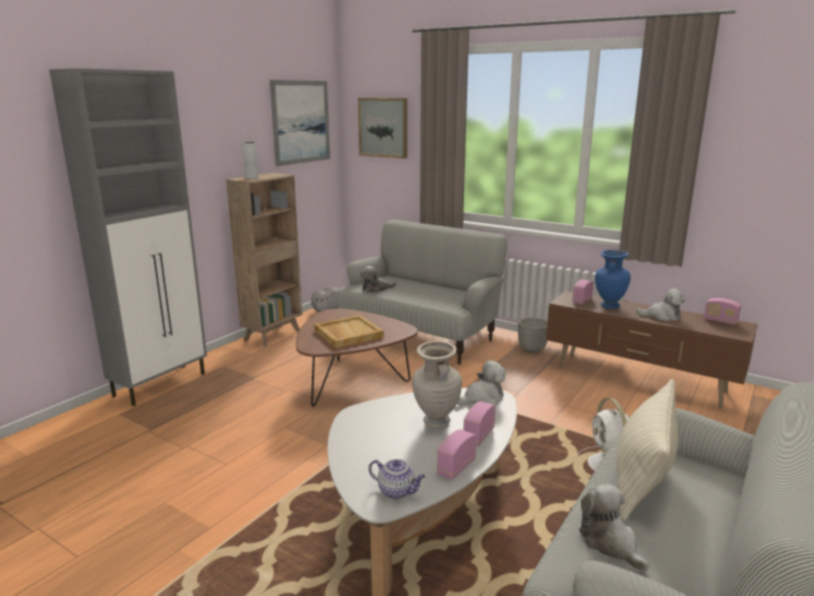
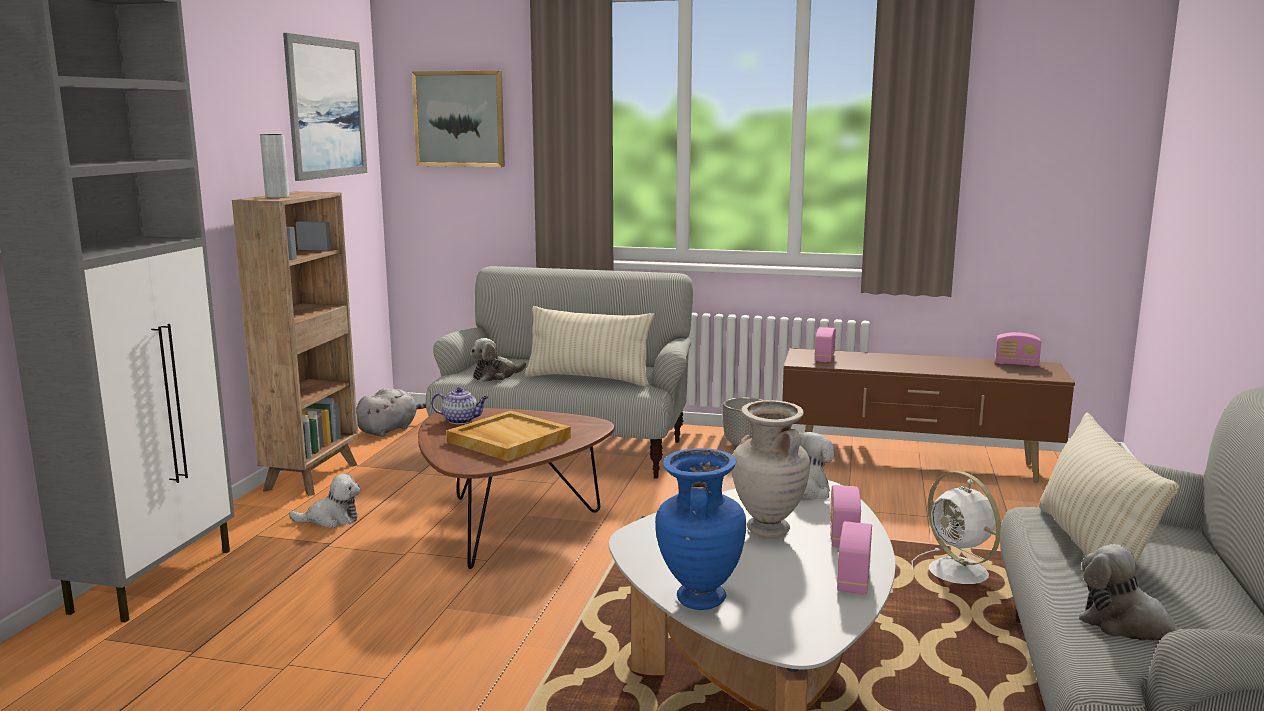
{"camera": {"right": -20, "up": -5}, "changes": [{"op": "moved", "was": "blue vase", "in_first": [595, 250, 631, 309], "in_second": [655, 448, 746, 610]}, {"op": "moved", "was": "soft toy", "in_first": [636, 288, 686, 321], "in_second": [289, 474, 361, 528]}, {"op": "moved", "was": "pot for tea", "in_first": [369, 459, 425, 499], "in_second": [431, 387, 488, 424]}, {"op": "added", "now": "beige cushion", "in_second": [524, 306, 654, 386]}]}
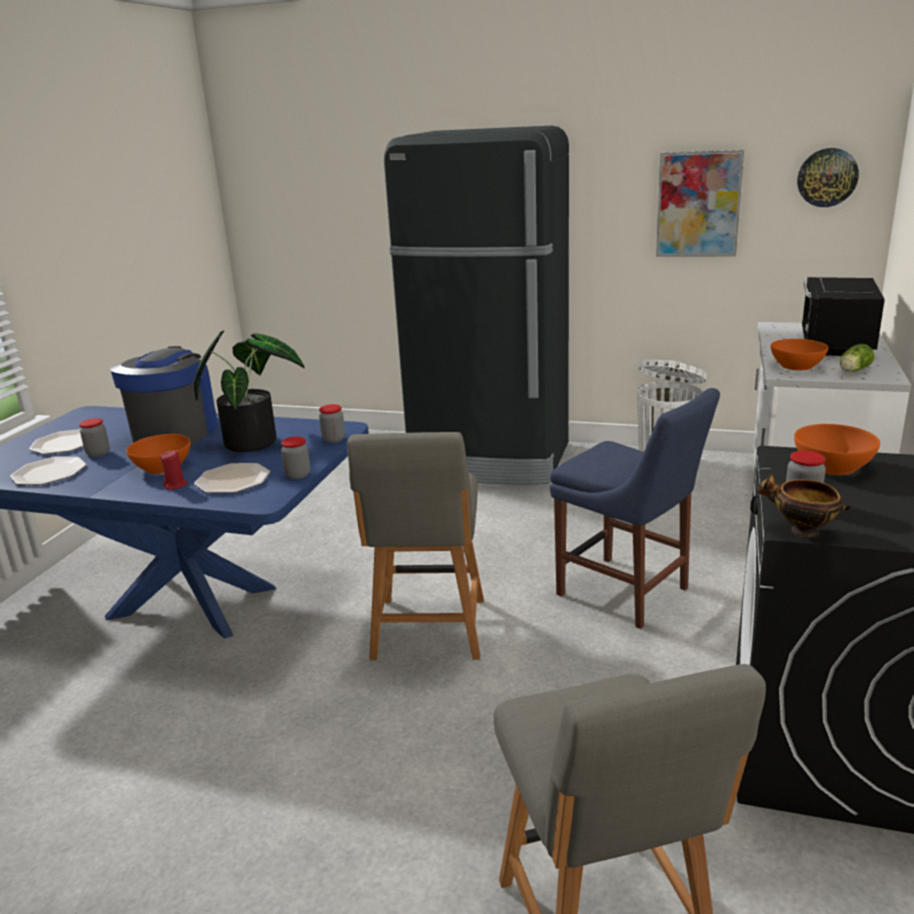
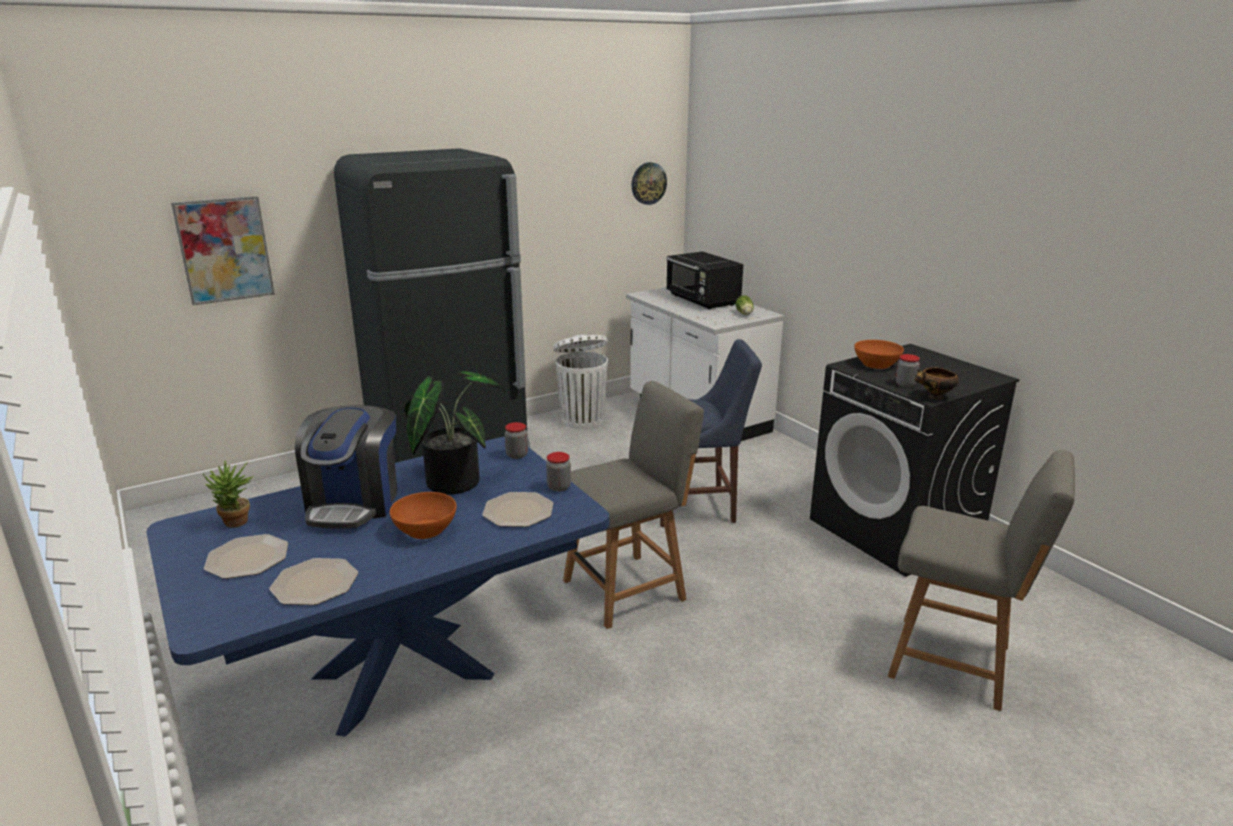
{"camera": {"right": -50, "up": 0}, "changes": [{"op": "moved", "was": "wall art", "in_first": [656, 150, 744, 256], "in_second": [171, 196, 275, 305]}, {"op": "removed", "was": "orange serving bowl", "in_first": [771, 339, 828, 371]}, {"op": "turned", "was": "coffee maker", "in_first": [110, 346, 218, 445], "in_second": [295, 405, 397, 529], "clockwise": -135}, {"op": "removed", "was": "storage jar", "in_first": [79, 418, 110, 457]}, {"op": "turned", "was": "greyish chair", "in_first": [347, 432, 484, 660], "in_second": [563, 381, 704, 629], "clockwise": -75}, {"op": "removed", "was": "reddish wax candle", "in_first": [160, 450, 188, 490]}, {"op": "added", "now": "plant in a pot", "in_second": [203, 460, 254, 528]}]}
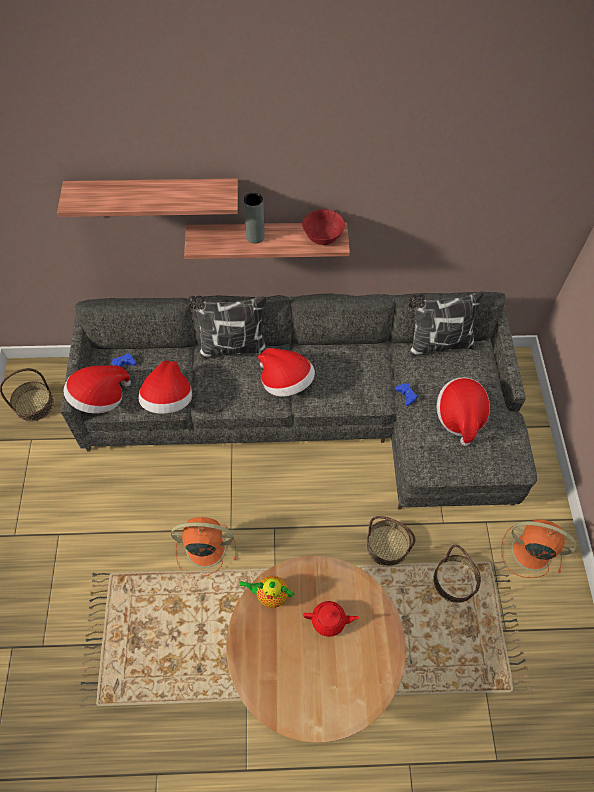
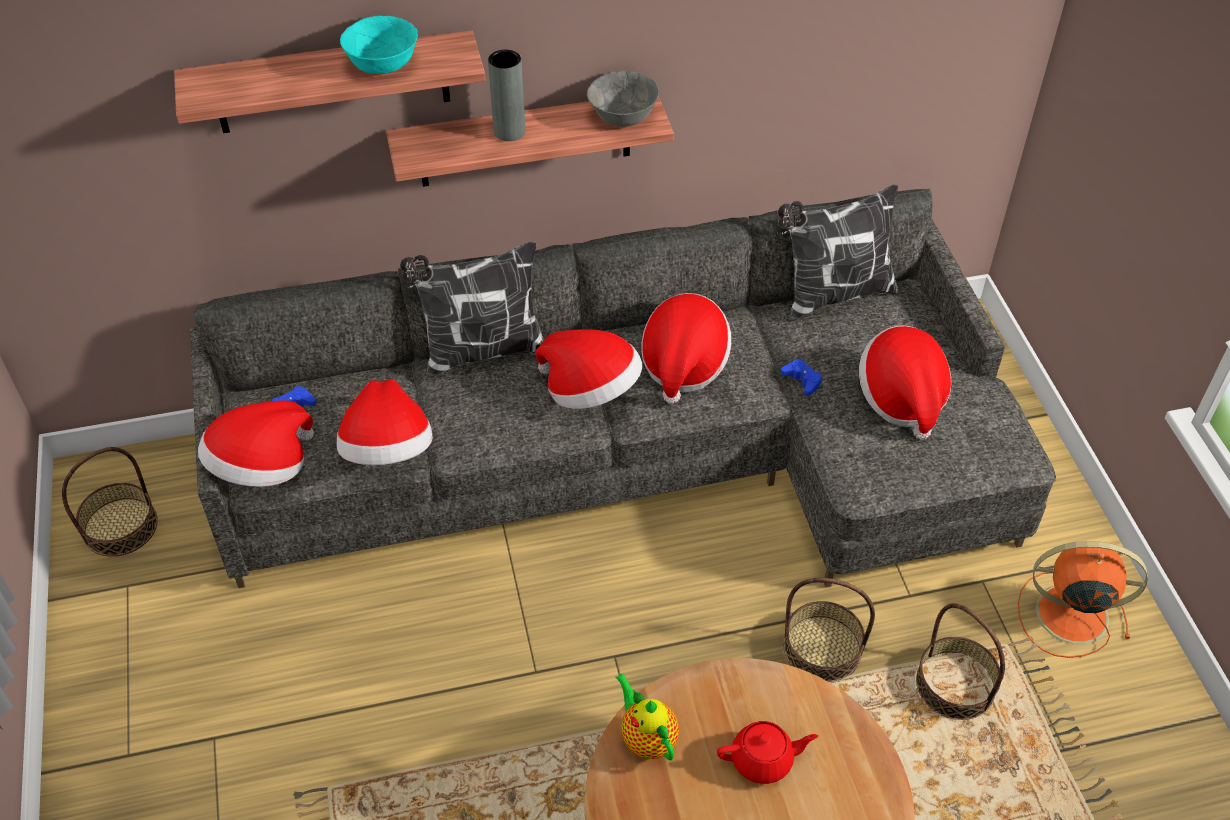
{"camera": {"right": -10, "up": -10}, "changes": [{"op": "recoloured", "was": "reddish serving bowl", "now": "greyish serving bowl", "in_first": [302, 209, 345, 245], "in_second": [587, 71, 659, 127]}, {"op": "removed", "was": "orange electric fan", "in_first": [171, 517, 236, 577]}, {"op": "turned", "was": "pot for tea", "in_first": [240, 576, 295, 608], "in_second": [616, 673, 679, 760], "clockwise": 60}, {"op": "added", "now": "turquoise serving bowl", "in_second": [340, 16, 418, 74]}, {"op": "added", "now": "wearable hat", "in_second": [641, 293, 731, 404]}]}
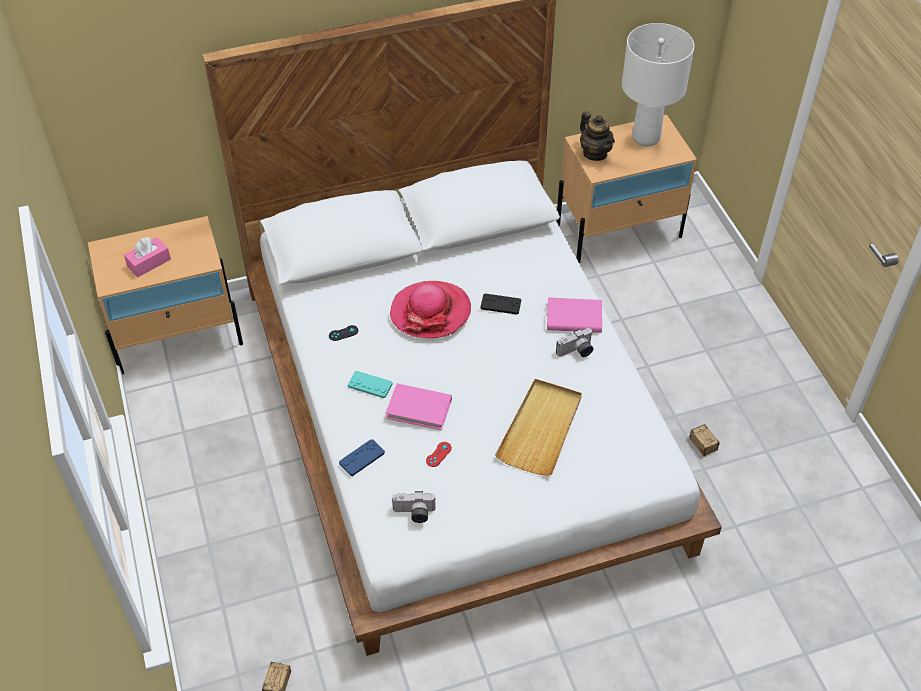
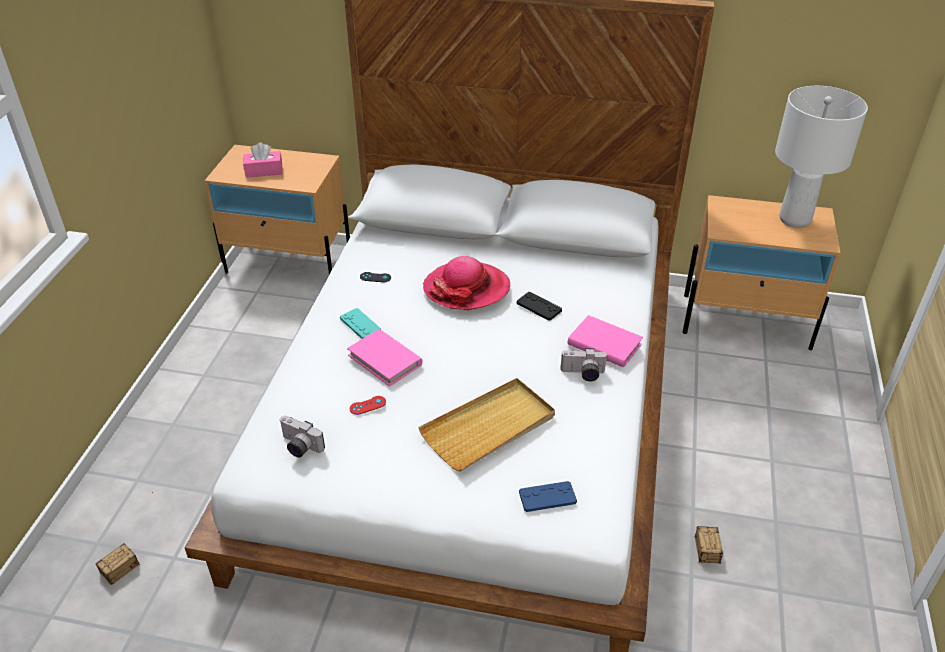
{"camera": {"right": 30, "up": -10}, "changes": [{"op": "removed", "was": "pot for tea", "in_first": [580, 111, 615, 161]}, {"op": "moved", "was": "blue joypad", "in_first": [339, 439, 385, 476], "in_second": [519, 481, 577, 512]}]}
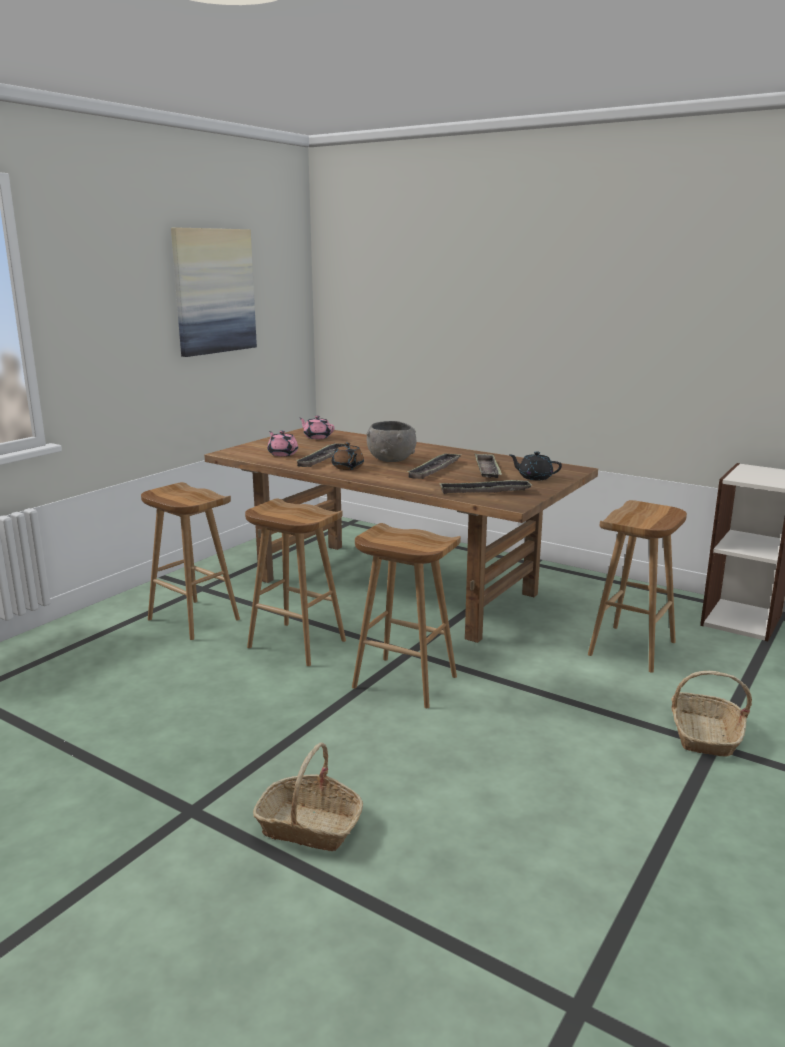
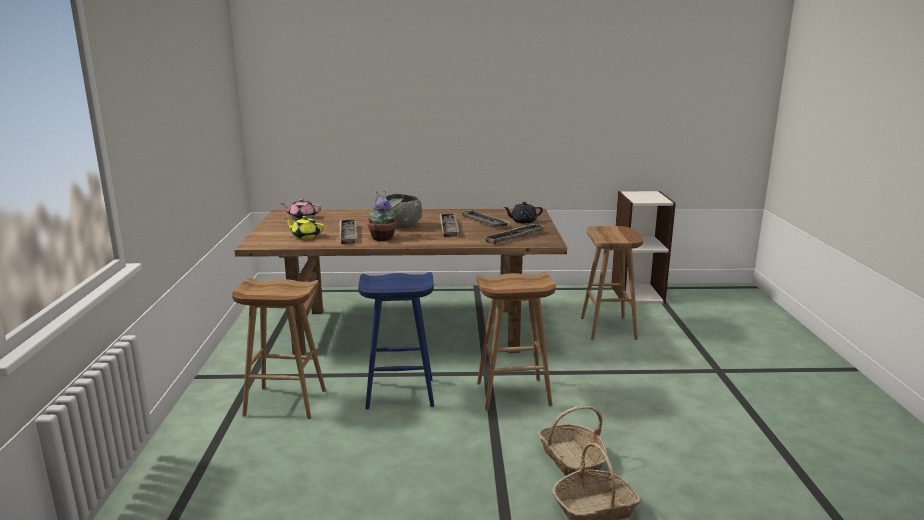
{"camera": {"right": -35, "up": 0}, "changes": [{"op": "removed", "was": "wall art", "in_first": [171, 228, 257, 357]}, {"op": "recoloured", "was": "pink pot for tea", "now": "yellow pot for tea", "in_first": [267, 431, 298, 456], "in_second": [285, 216, 324, 239]}, {"op": "replaced", "was": "brown pot for tea", "now": "plant in a pot", "in_first": [332, 442, 364, 470], "in_second": [367, 191, 404, 241]}, {"op": "recoloured", "was": "brown stool seat", "now": "blue stool seat", "in_first": [245, 498, 346, 666], "in_second": [358, 272, 434, 410]}, {"op": "moved", "was": "storage basket", "in_first": [671, 671, 752, 757], "in_second": [538, 406, 608, 476]}]}
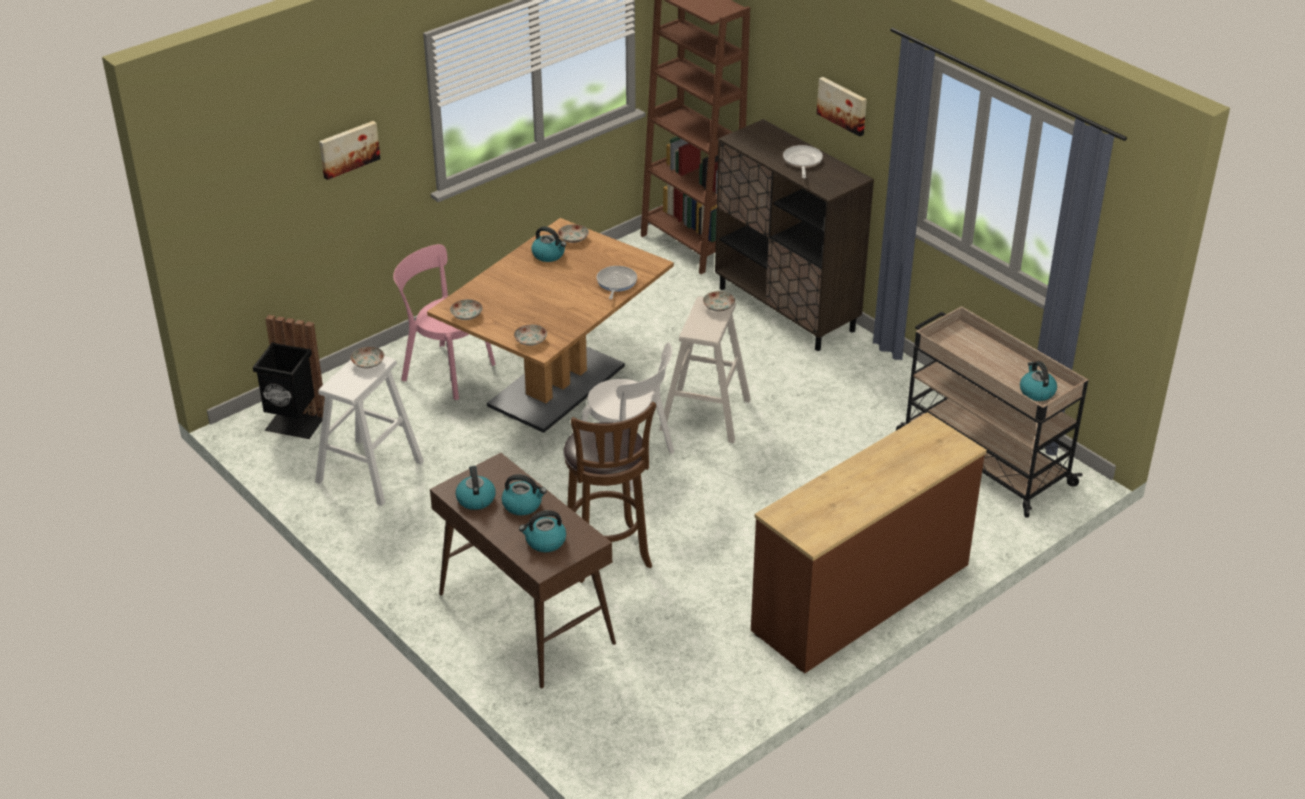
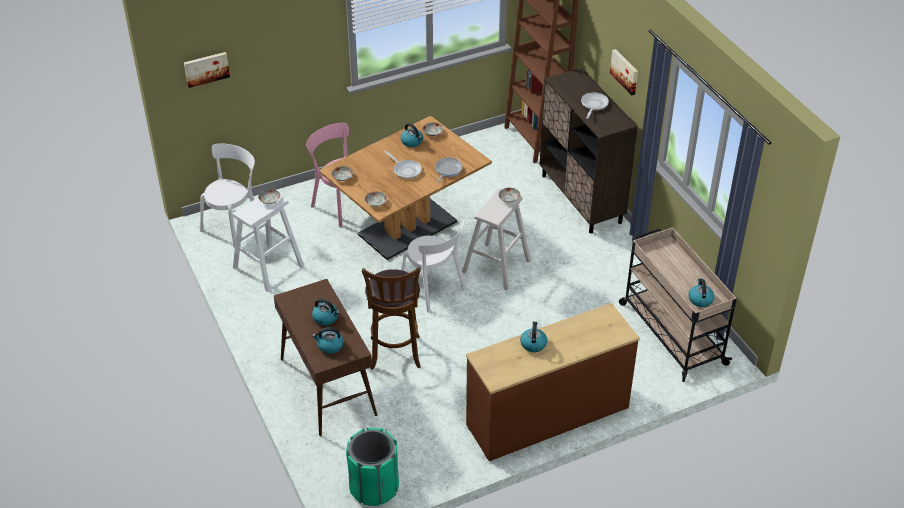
{"camera": {"right": 15, "up": 5}, "changes": [{"op": "moved", "was": "wall art", "in_first": [319, 121, 380, 180], "in_second": [184, 52, 230, 88]}, {"op": "replaced", "was": "black-coloured waste bin", "now": "white-coloured chair", "in_first": [253, 315, 325, 439], "in_second": [200, 144, 255, 248]}, {"op": "moved", "was": "water kettle", "in_first": [455, 466, 496, 510], "in_second": [520, 321, 547, 352]}, {"op": "added", "now": "skillet", "in_second": [384, 151, 422, 179]}, {"op": "added", "now": "green-coloured waste bin", "in_second": [346, 428, 399, 506]}]}
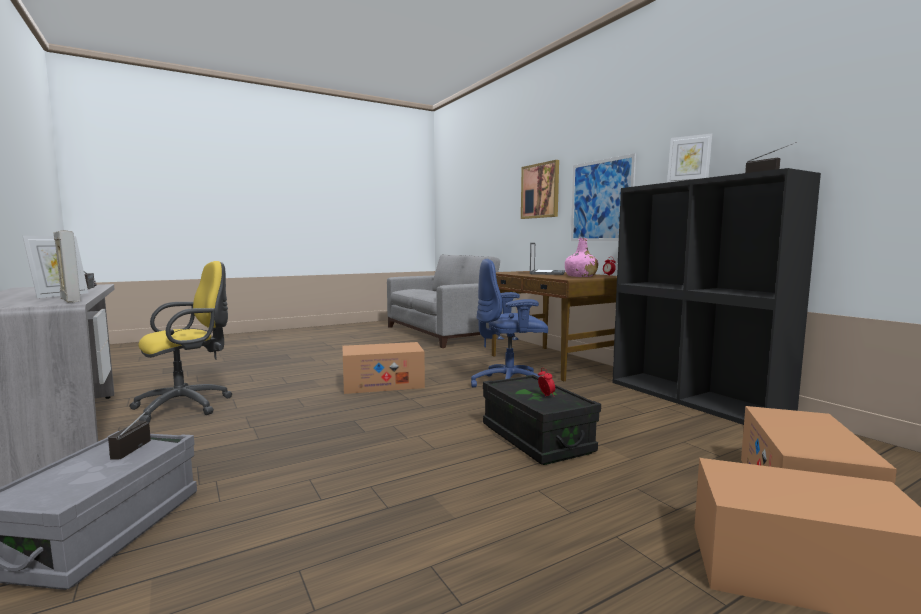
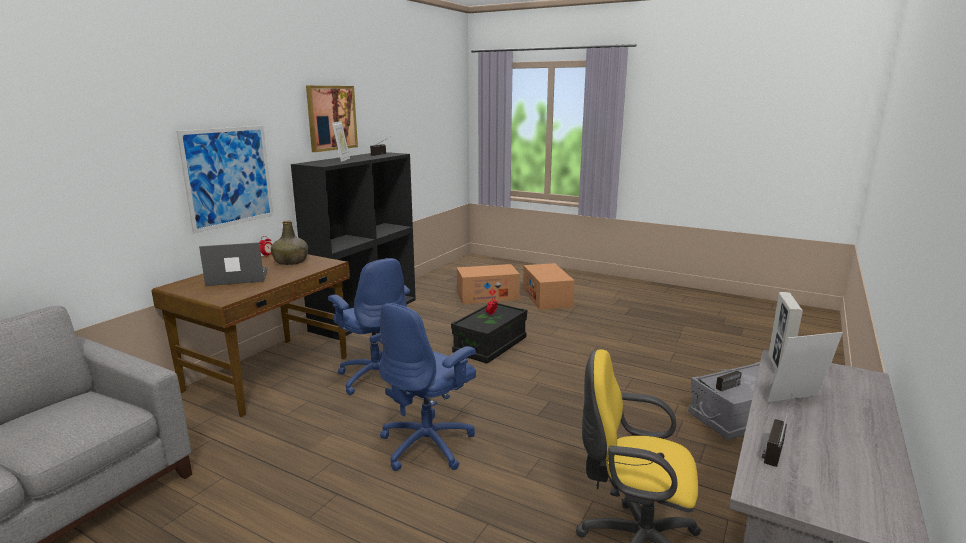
{"camera": {"right": -120, "up": 10}, "changes": [{"op": "moved", "was": "wall art", "in_first": [521, 160, 559, 219], "in_second": [306, 86, 358, 152]}, {"op": "recoloured", "was": "pink drink bottle", "now": "green-coloured drink bottle", "in_first": [565, 238, 598, 277], "in_second": [271, 220, 308, 265]}, {"op": "replaced", "was": "cardboard box", "now": "blue computer chair", "in_first": [343, 342, 425, 394], "in_second": [379, 303, 476, 471]}]}
